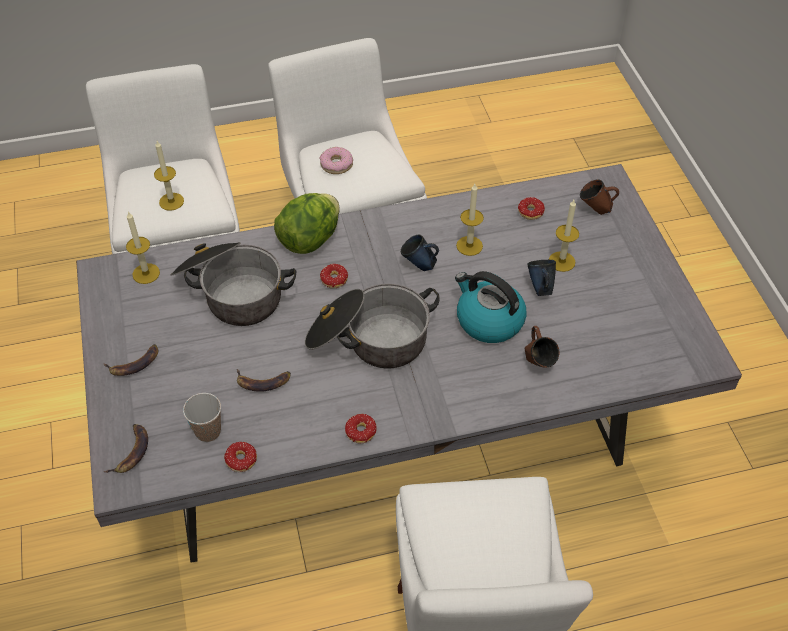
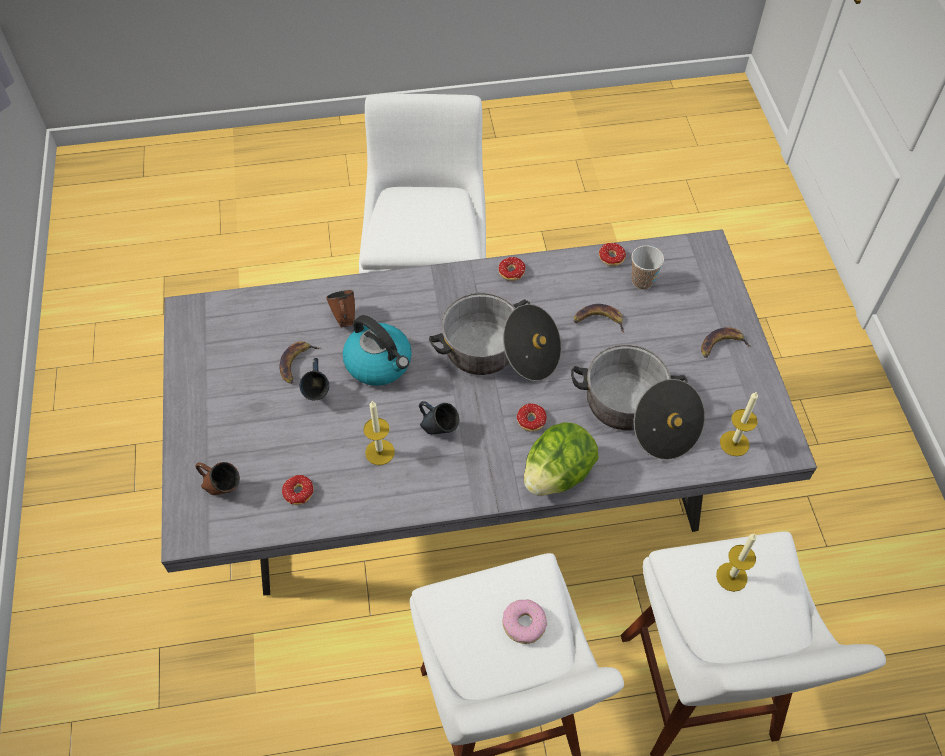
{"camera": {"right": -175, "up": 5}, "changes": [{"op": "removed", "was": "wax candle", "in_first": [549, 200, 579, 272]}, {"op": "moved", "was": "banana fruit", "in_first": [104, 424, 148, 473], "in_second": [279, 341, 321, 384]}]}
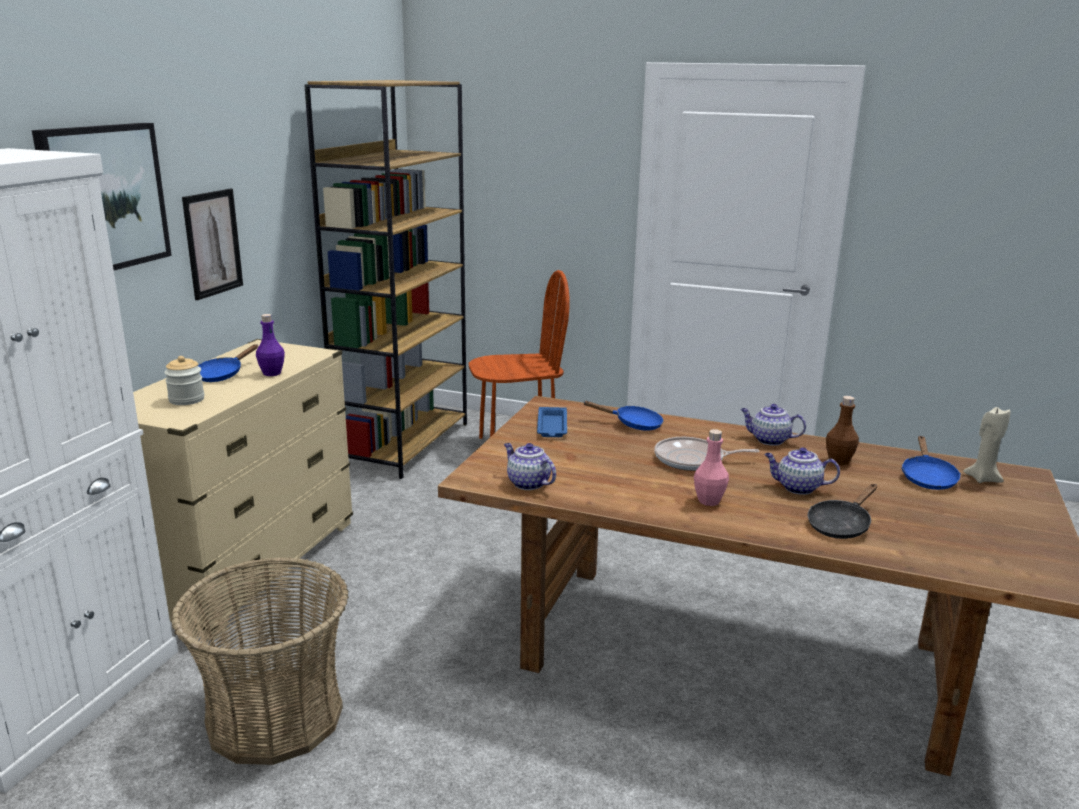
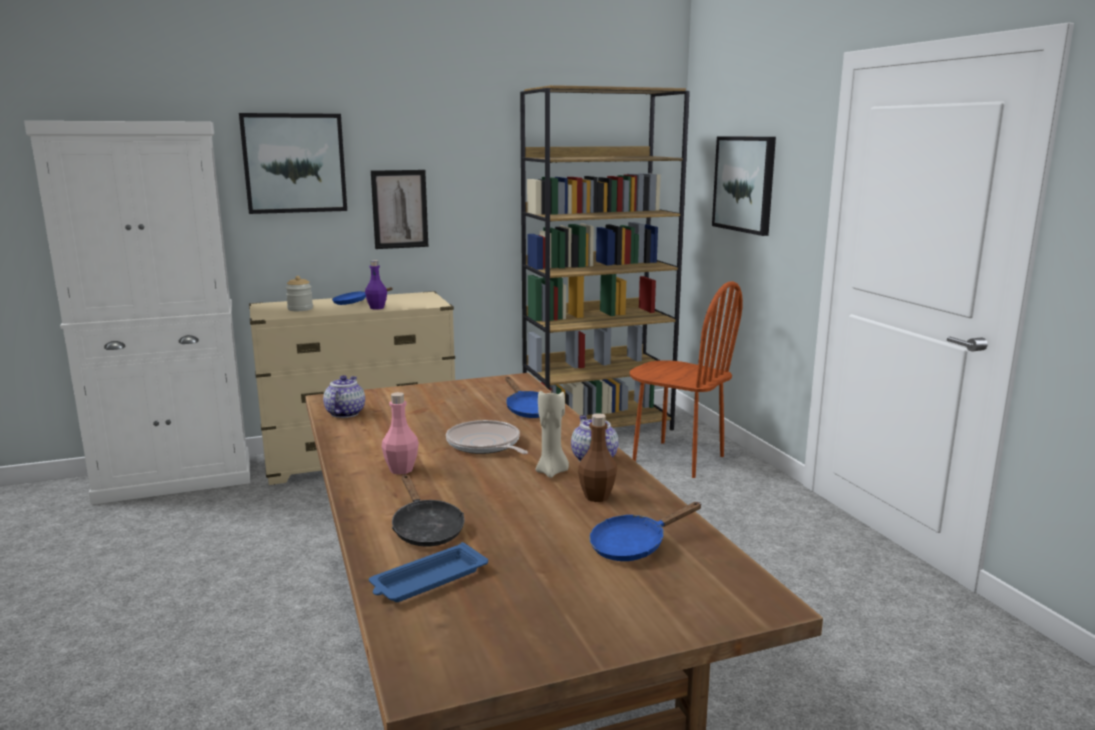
{"camera": {"right": 50, "up": -5}, "changes": [{"op": "moved", "was": "blue carrying tray", "in_first": [537, 407, 567, 437], "in_second": [369, 542, 488, 602]}, {"op": "moved", "was": "beige wax candle", "in_first": [963, 407, 1010, 483], "in_second": [536, 388, 569, 478]}, {"op": "removed", "was": "pot for tea", "in_first": [764, 447, 840, 495]}, {"op": "turned", "was": "black-coloured skillet", "in_first": [808, 484, 877, 539], "in_second": [392, 475, 464, 547], "clockwise": -120}, {"op": "removed", "was": "storage basket", "in_first": [171, 557, 349, 765]}, {"op": "added", "now": "wall art", "in_second": [712, 136, 776, 236]}]}
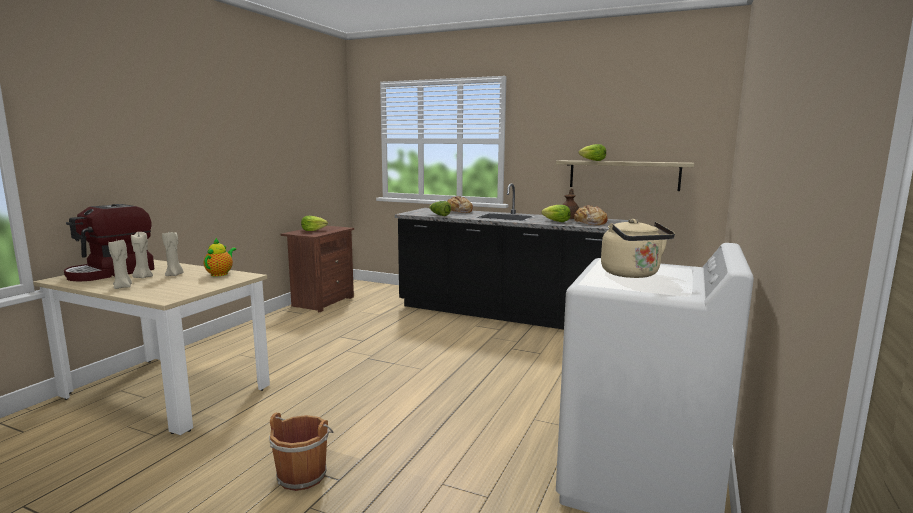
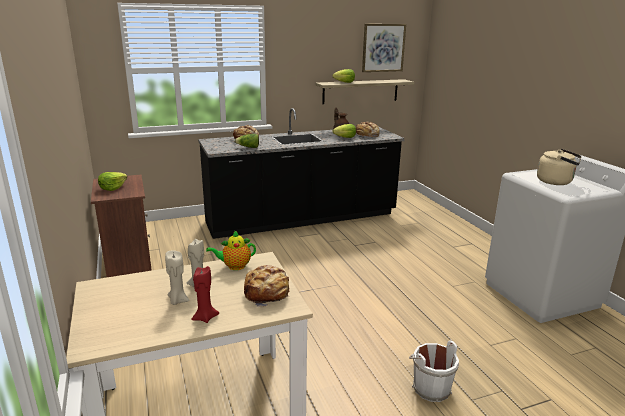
{"camera": {"right": -45, "up": 10}, "changes": [{"op": "removed", "was": "coffee maker", "in_first": [64, 204, 155, 281]}, {"op": "turned", "was": "pot for tea", "in_first": [204, 238, 236, 276], "in_second": [206, 230, 256, 270], "clockwise": -75}, {"op": "recoloured", "was": "beige wax candle", "now": "reddish wax candle", "in_first": [108, 239, 132, 289], "in_second": [191, 266, 219, 323]}, {"op": "recoloured", "was": "brown pail", "now": "white-coloured pail", "in_first": [269, 413, 333, 491], "in_second": [409, 341, 459, 402]}, {"op": "added", "now": "wall art", "in_second": [362, 24, 406, 72]}, {"op": "added", "now": "bread", "in_second": [244, 265, 290, 307]}]}
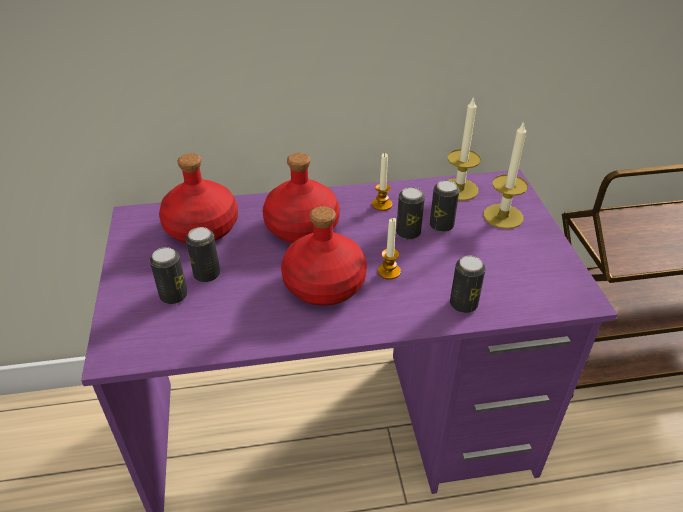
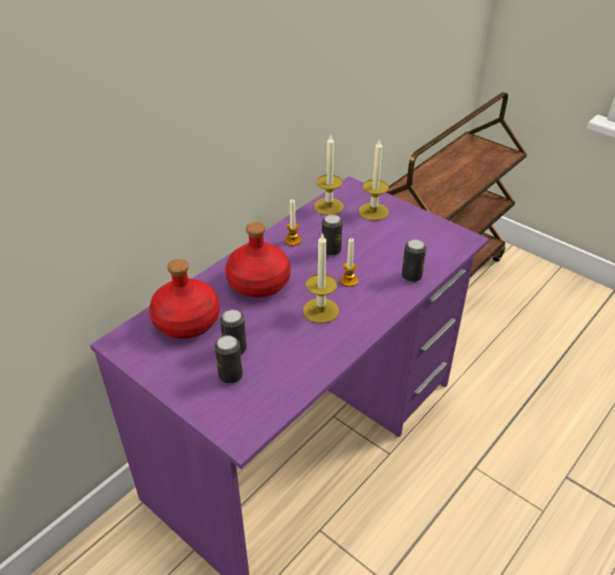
{"camera": {"right": -40, "up": 0}, "changes": [{"op": "removed", "was": "can", "in_first": [430, 180, 459, 232]}, {"op": "replaced", "was": "reddish drink bottle", "now": "wax candle", "in_first": [281, 206, 367, 306], "in_second": [303, 232, 339, 323]}]}
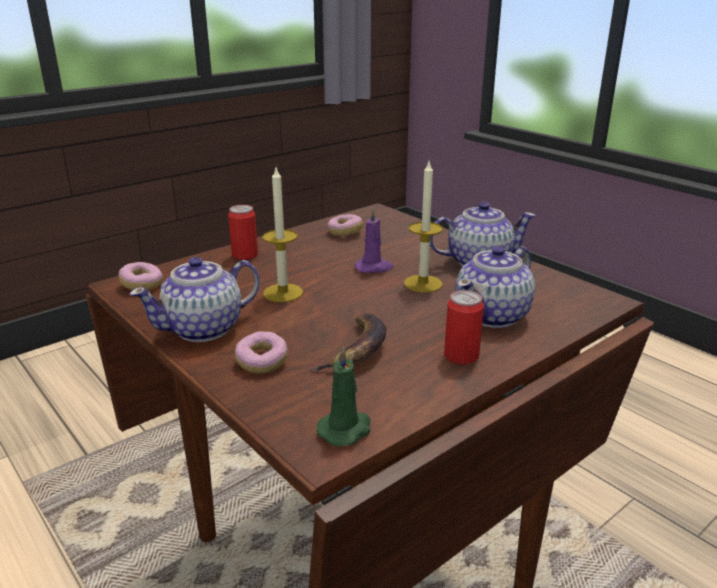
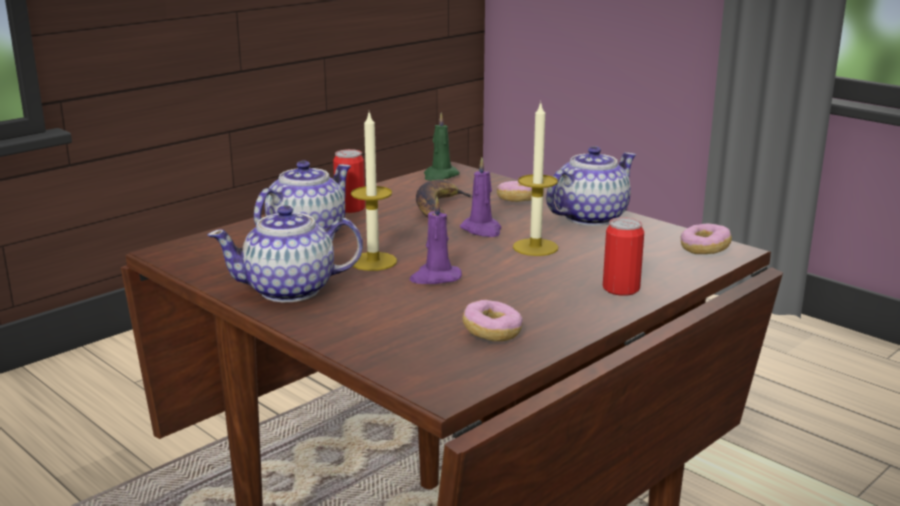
{"camera": {"right": 175, "up": -5}, "changes": [{"op": "added", "now": "purple wax candle", "in_second": [460, 157, 501, 237]}]}
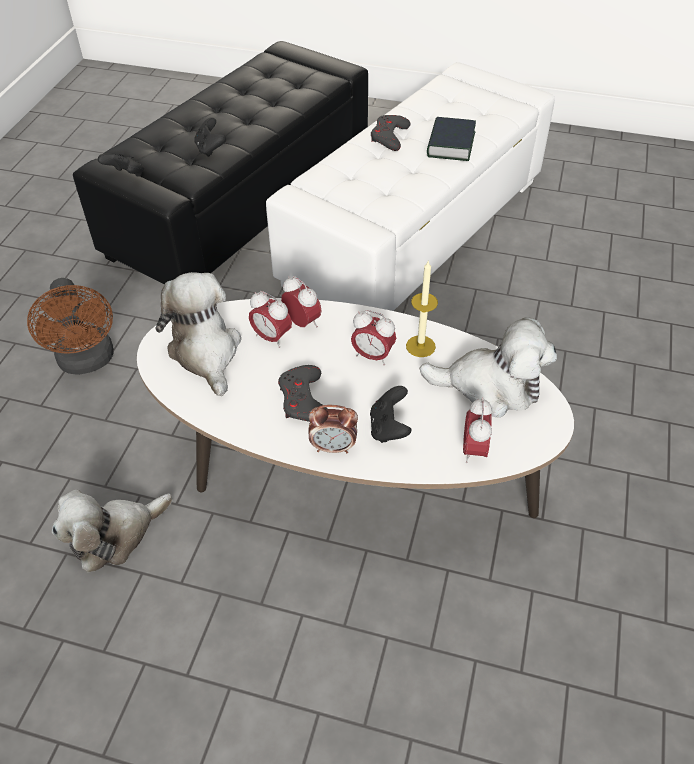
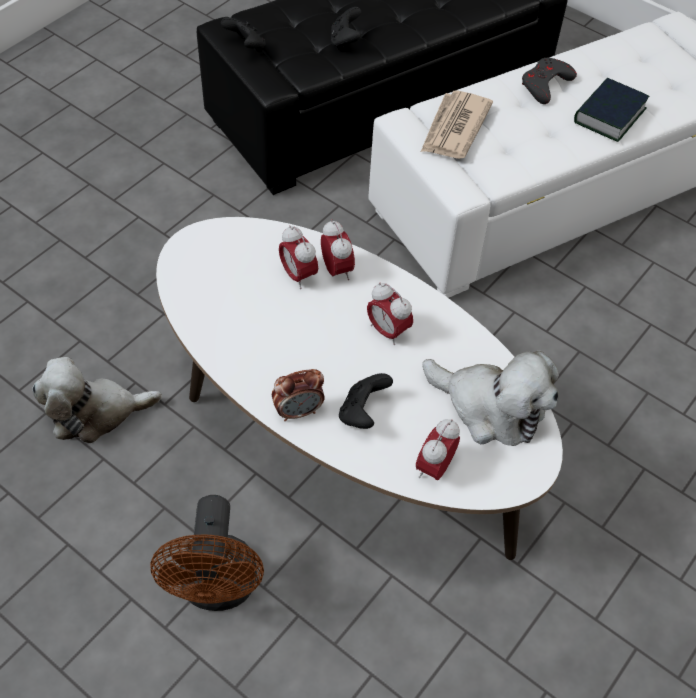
{"camera": {"right": 20, "up": 5}, "changes": [{"op": "removed", "was": "wax candle", "in_first": [406, 260, 438, 357]}, {"op": "removed", "was": "soft toy", "in_first": [155, 272, 241, 396]}, {"op": "moved", "was": "brown electric fan", "in_first": [27, 278, 114, 375], "in_second": [150, 495, 264, 611]}, {"op": "removed", "was": "greyish joypad", "in_first": [278, 365, 328, 422]}, {"op": "turned", "was": "alarm clock", "in_first": [309, 405, 358, 454], "in_second": [272, 369, 325, 421], "clockwise": -45}, {"op": "added", "now": "daily paper", "in_second": [421, 91, 493, 159]}]}
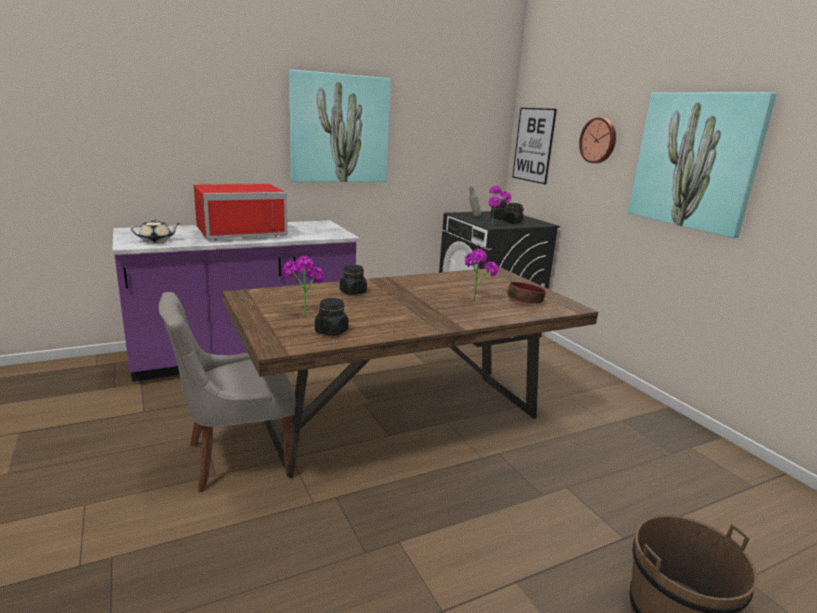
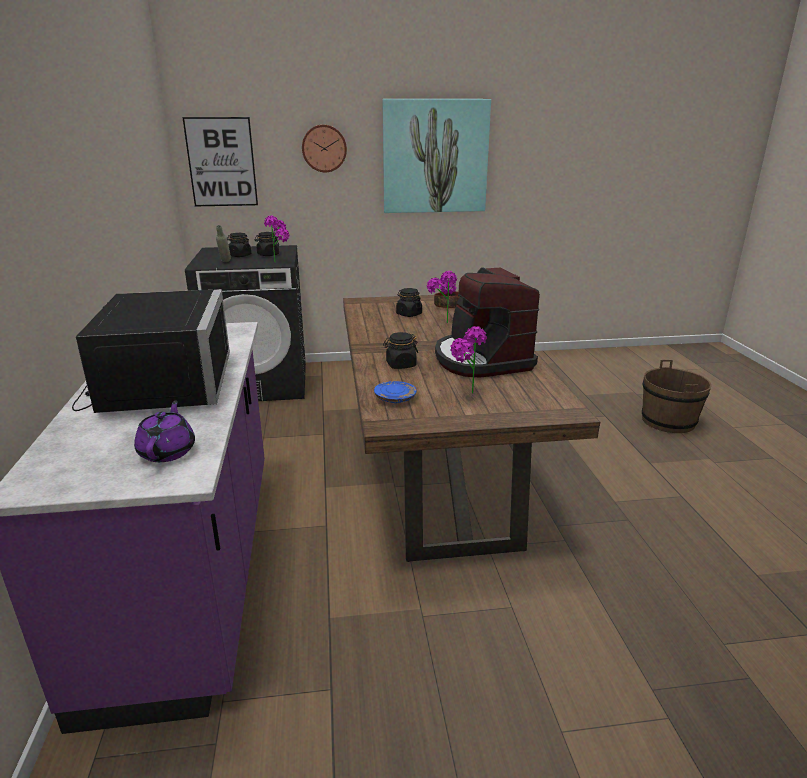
{"camera": {"right": -70, "up": 5}, "changes": [{"op": "removed", "was": "wall art", "in_first": [289, 69, 391, 182]}, {"op": "recoloured", "was": "reddish kitchen microwave", "now": "black-coloured kitchen microwave", "in_first": [194, 184, 288, 240], "in_second": [72, 289, 230, 413]}, {"op": "recoloured", "was": "beige pot for tea", "now": "purple pot for tea", "in_first": [131, 219, 180, 243], "in_second": [134, 400, 195, 462]}, {"op": "removed", "was": "greyish chair", "in_first": [159, 292, 296, 493]}, {"op": "moved", "was": "black-coloured storage jar", "in_first": [315, 298, 349, 336], "in_second": [396, 288, 422, 317]}, {"op": "added", "now": "coffee maker", "in_second": [435, 267, 540, 377]}, {"op": "added", "now": "blue flat dish", "in_second": [374, 381, 417, 403]}]}
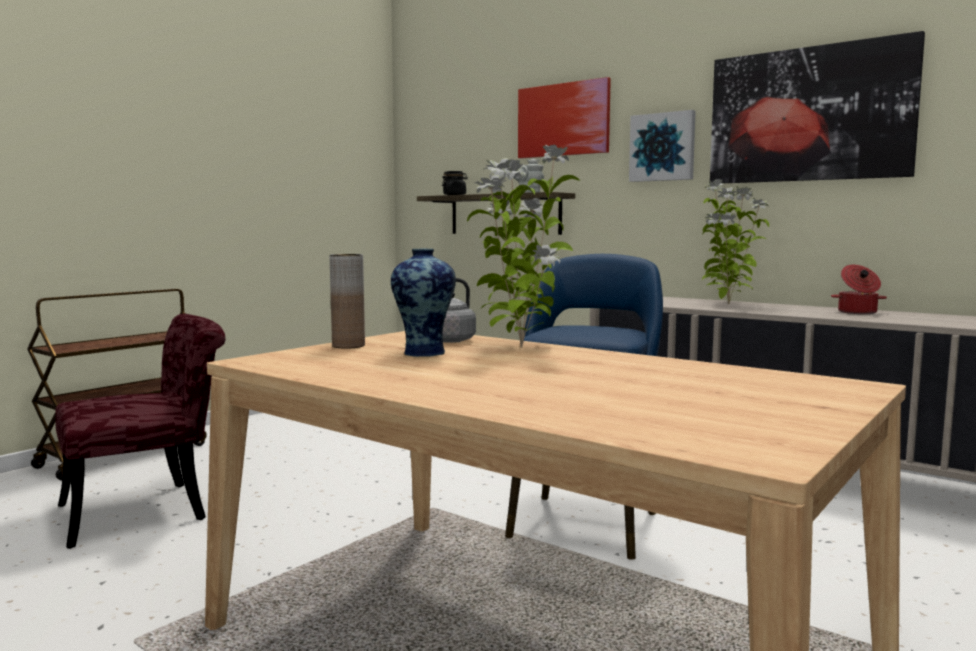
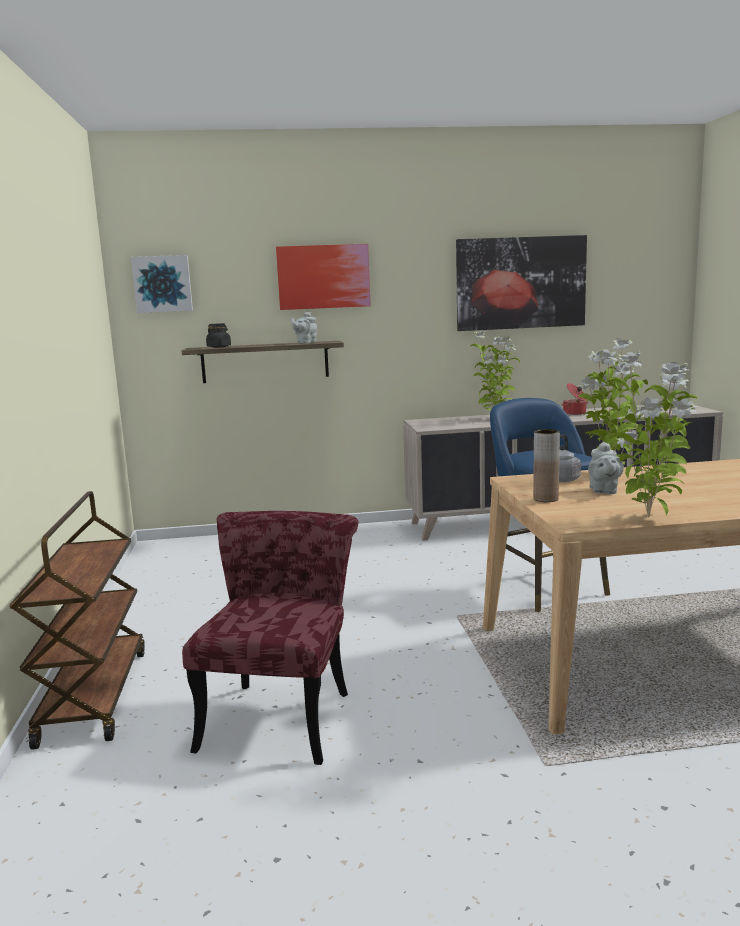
{"camera": {"right": -45, "up": 5}, "changes": [{"op": "moved", "was": "wall art", "in_first": [629, 110, 696, 182], "in_second": [131, 255, 193, 313]}, {"op": "replaced", "was": "vase", "now": "greyish pot for tea", "in_first": [391, 249, 456, 357], "in_second": [588, 442, 624, 494]}, {"op": "added", "now": "plant in a pot", "in_second": [605, 351, 698, 517]}]}
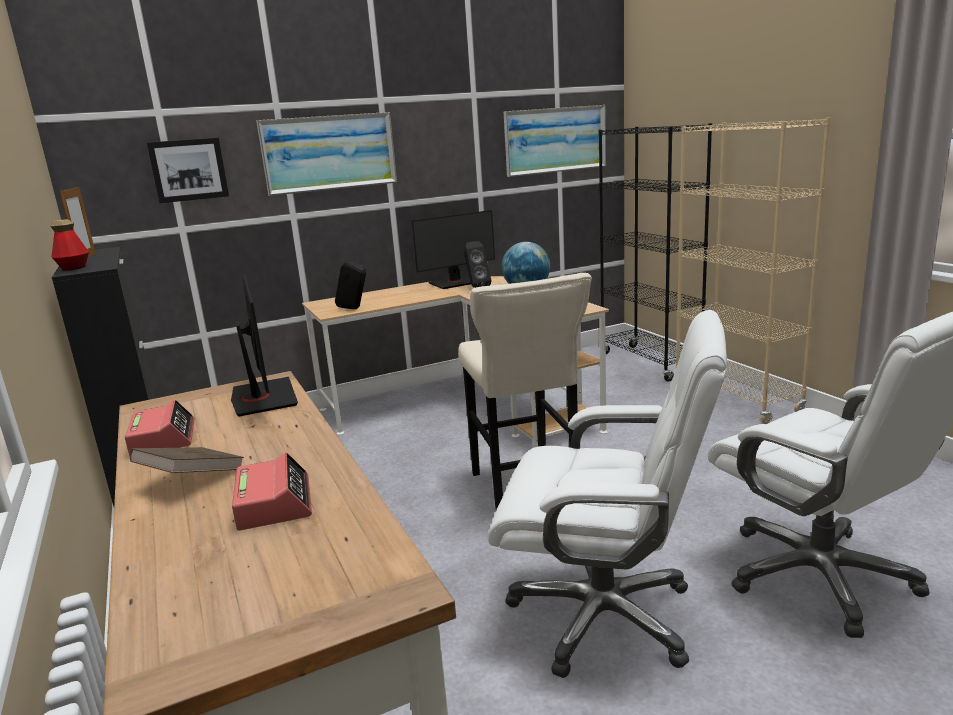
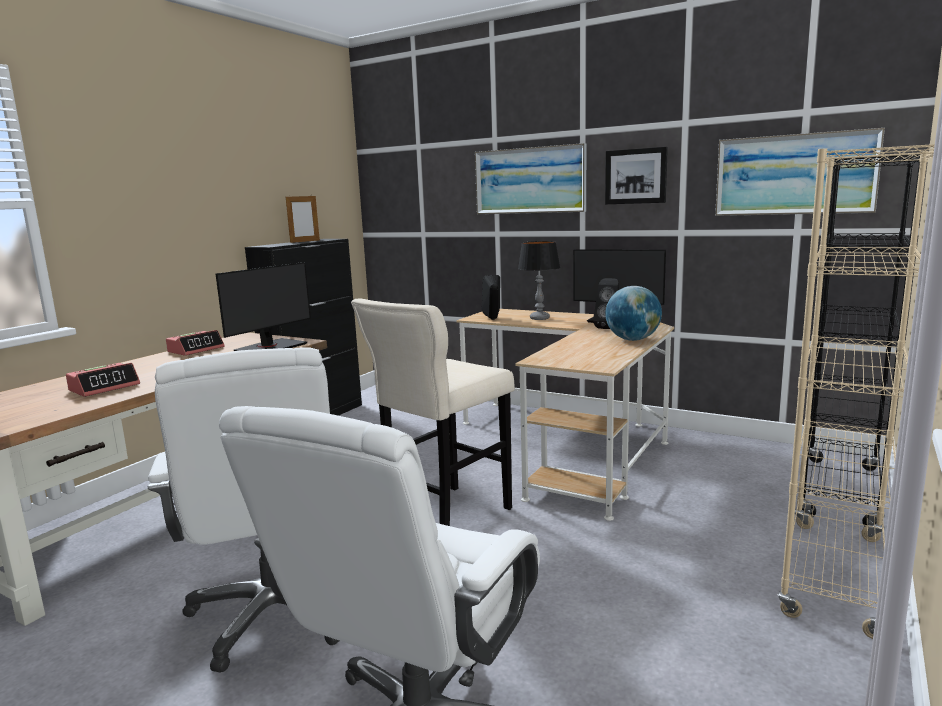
{"camera": {"right": 55, "up": -5}, "changes": [{"op": "moved", "was": "wall art", "in_first": [147, 137, 229, 203], "in_second": [605, 147, 668, 204]}, {"op": "removed", "was": "drink bottle", "in_first": [50, 219, 89, 271]}, {"op": "removed", "was": "brown book", "in_first": [130, 447, 244, 473]}, {"op": "added", "now": "tabletop lamp", "in_second": [518, 241, 560, 320]}]}
